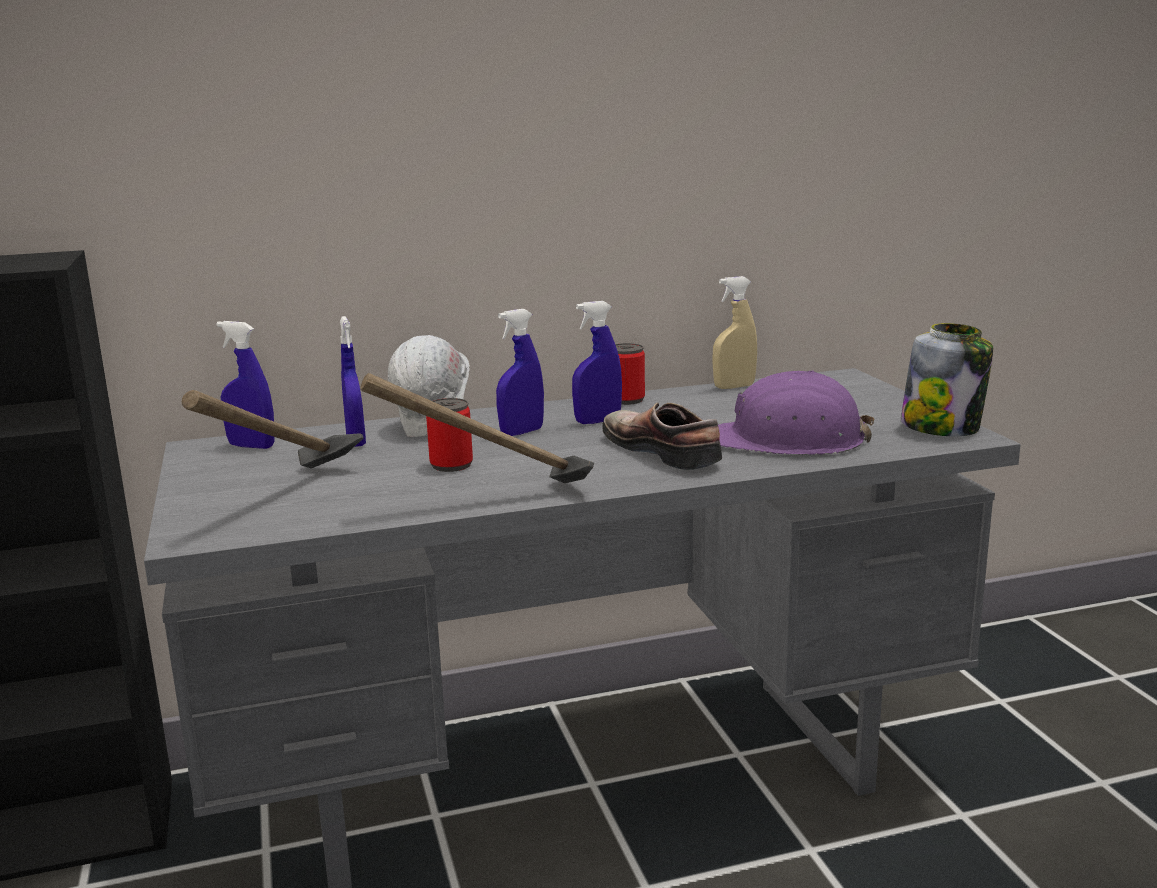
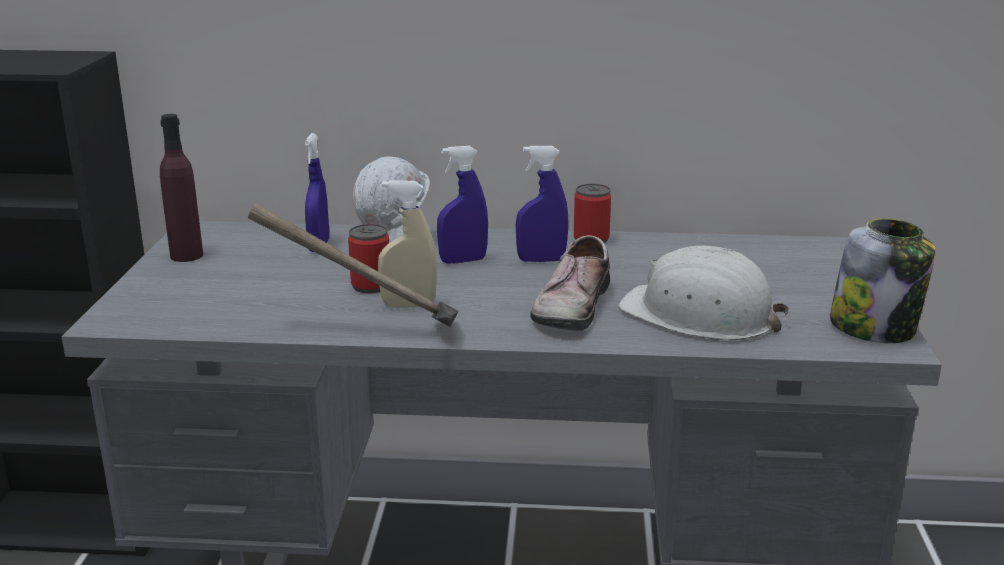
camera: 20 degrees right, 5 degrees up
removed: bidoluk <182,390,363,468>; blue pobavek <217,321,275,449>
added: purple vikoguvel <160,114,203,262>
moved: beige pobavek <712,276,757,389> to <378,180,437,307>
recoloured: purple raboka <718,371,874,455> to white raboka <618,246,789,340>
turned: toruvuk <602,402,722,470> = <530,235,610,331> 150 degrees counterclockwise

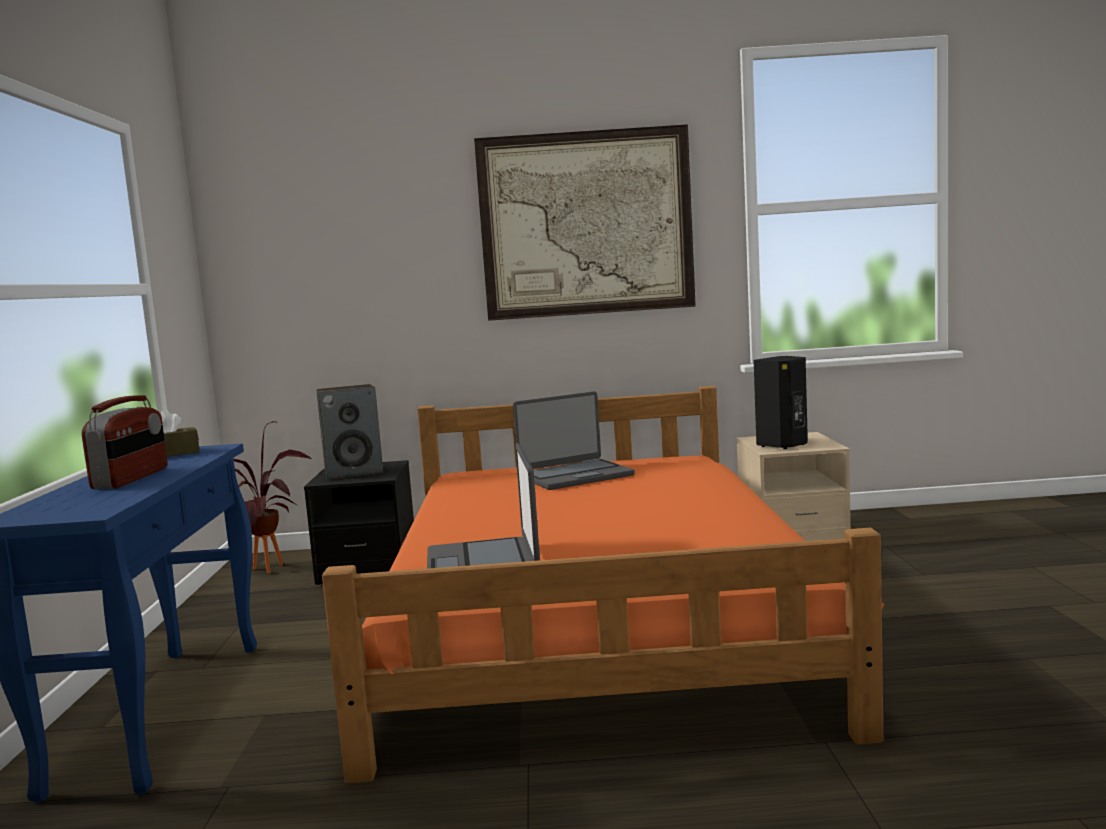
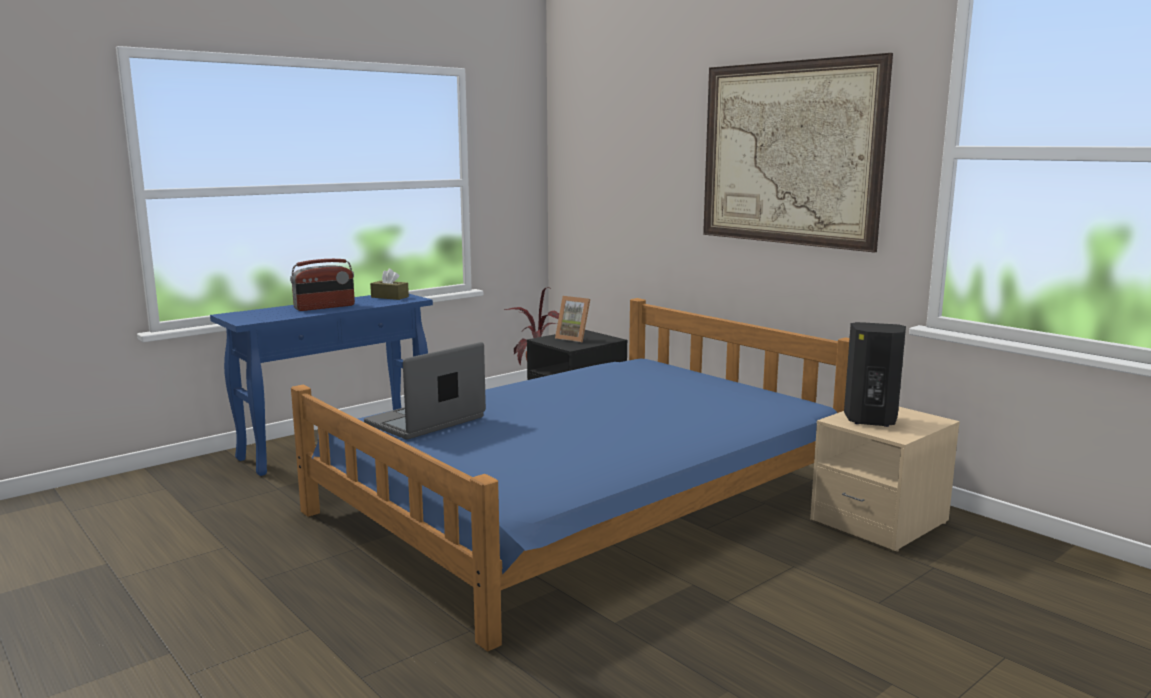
camera: 50 degrees right, 5 degrees up
removed: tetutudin <513,392,635,490>
replaced: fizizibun <316,384,383,480> to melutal <555,296,590,343>
recoloured: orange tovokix <322,386,885,783> to blue tovokix <291,298,849,652>

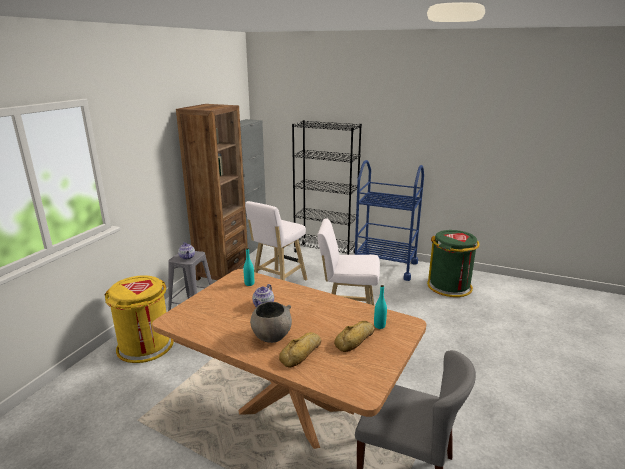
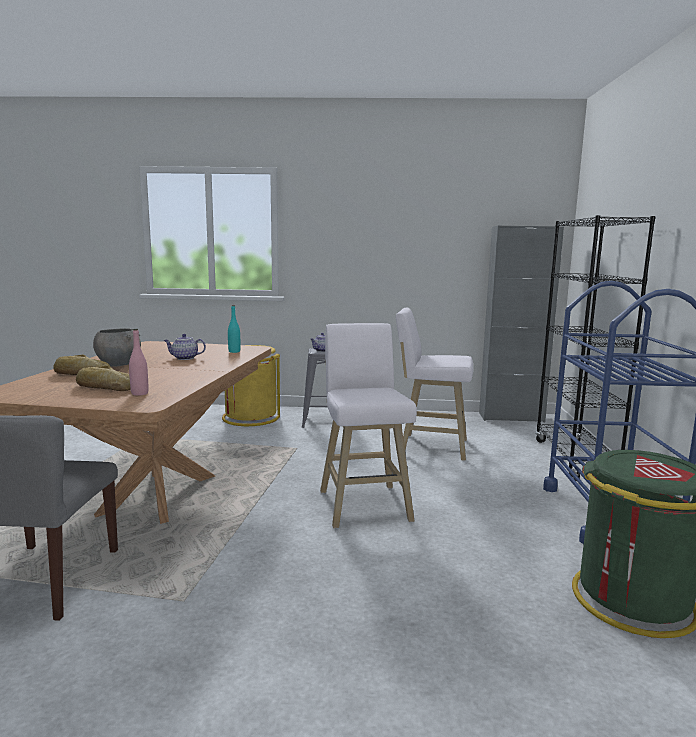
camera: 70 degrees right, 10 degrees down
removed: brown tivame <176,104,248,280>
recoloured: turquoise vikoguvel <374,285,387,329> to pink vikoguvel <129,329,149,396>

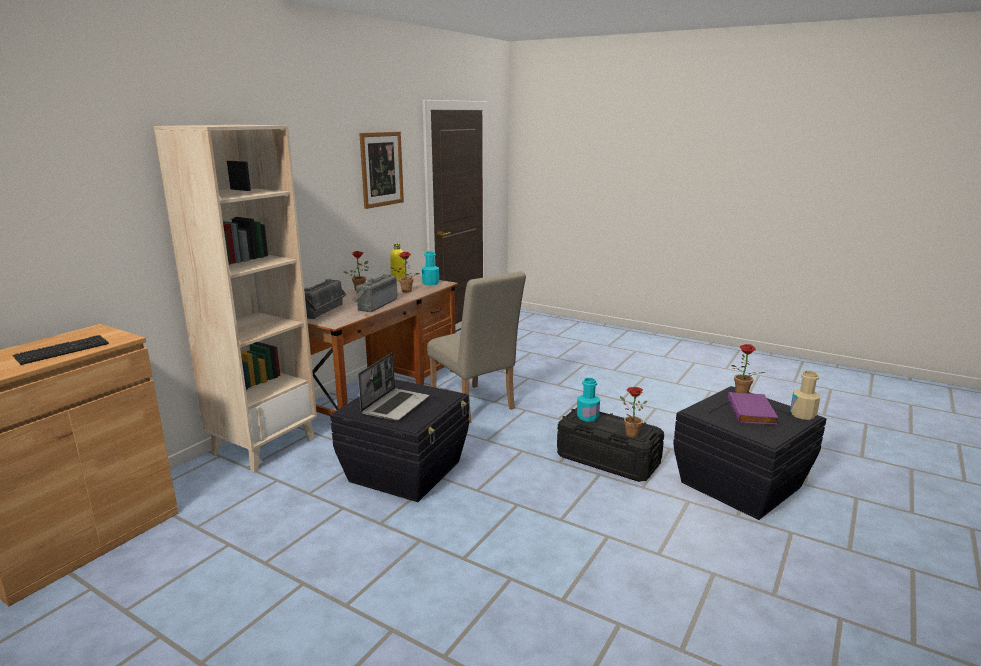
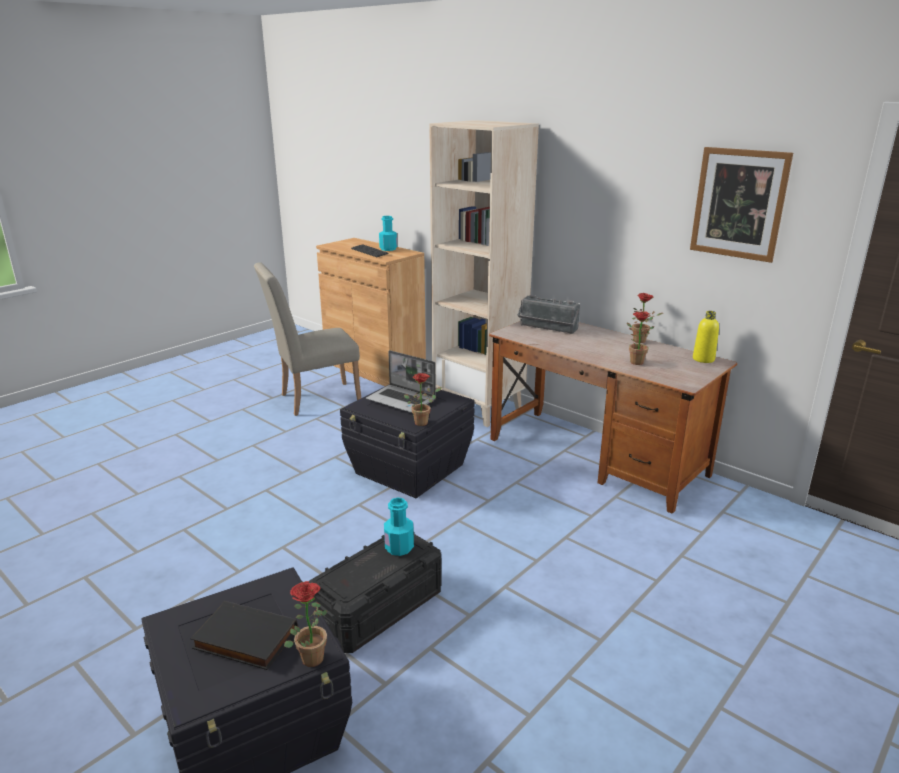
camera: 100 degrees right, 5 degrees up
removed: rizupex <353,274,397,312>; beige vikoguvel <790,370,820,420>
moved: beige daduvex <427,271,526,423> to <254,262,361,416>; turquoise vikoguvel <422,251,439,286> to <379,216,397,251>; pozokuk <620,387,647,438> to <404,373,442,426>
recoloured: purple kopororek <728,392,778,425> to black kopororek <190,601,298,670>

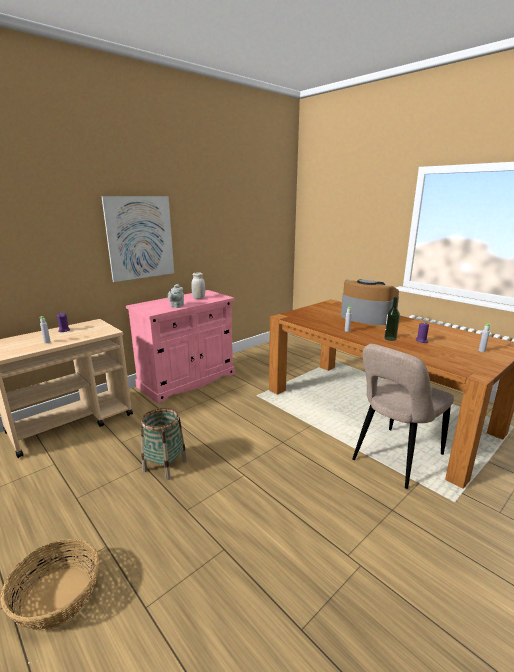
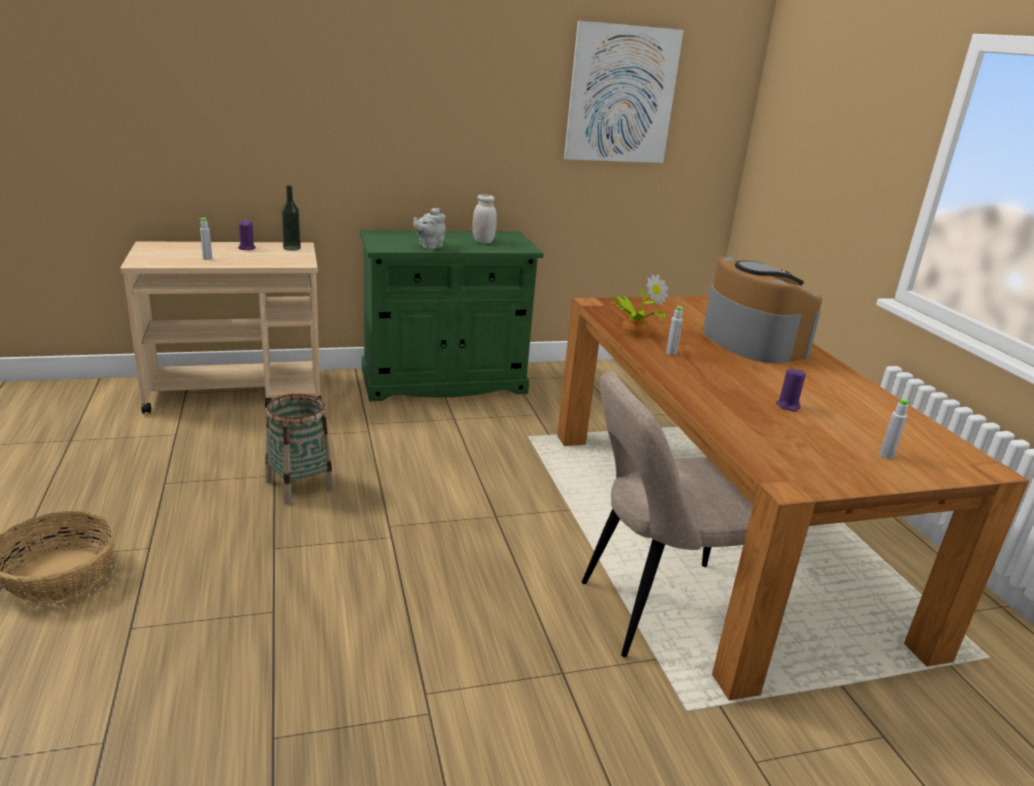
camera: 25 degrees right, 5 degrees up
added: pozokuk <611,274,668,337>
moved: vikoguvel <384,297,400,341> to <281,185,301,251>; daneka <101,196,174,282> to <564,21,684,163>
recoloured: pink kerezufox <126,290,235,403> to green kerezufox <360,230,544,401>

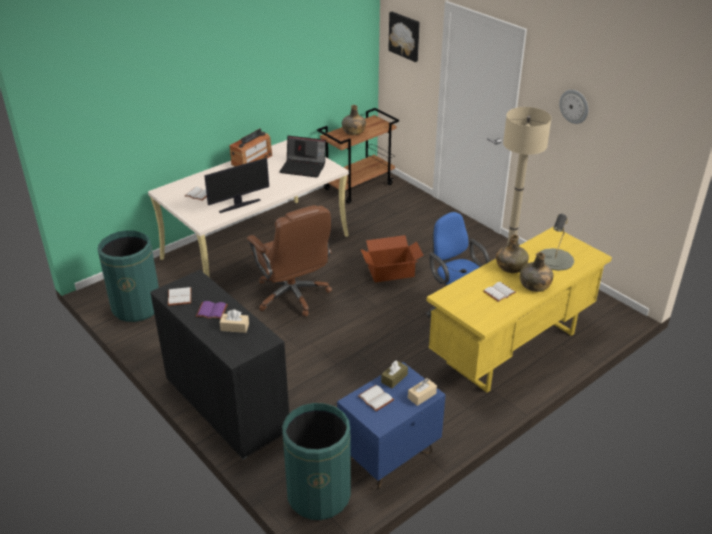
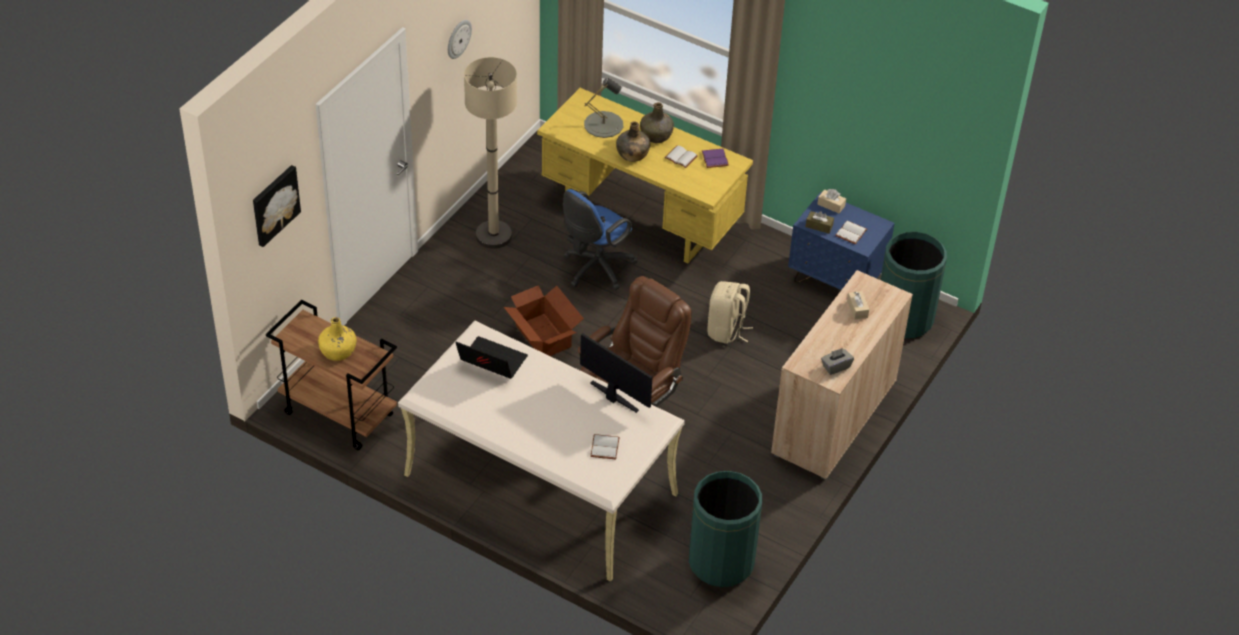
camera: 110 degrees left, 10 degrees up
removed: rizupex <229,129,272,166>
added: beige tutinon <707,281,753,344>
moved: purple kopororek <196,301,228,319> to <702,149,729,168>
replaced: white kopororek <168,287,191,306> to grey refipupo <821,348,854,375>
recoloured: green vikoguvel <342,105,366,135> to yellow vikoguvel <318,317,357,361>; black kerezufox <150,270,289,459> to beige kerezufox <771,270,913,480>
turned: tetutudin <279,136,326,178> = <455,336,528,379> 60 degrees counterclockwise

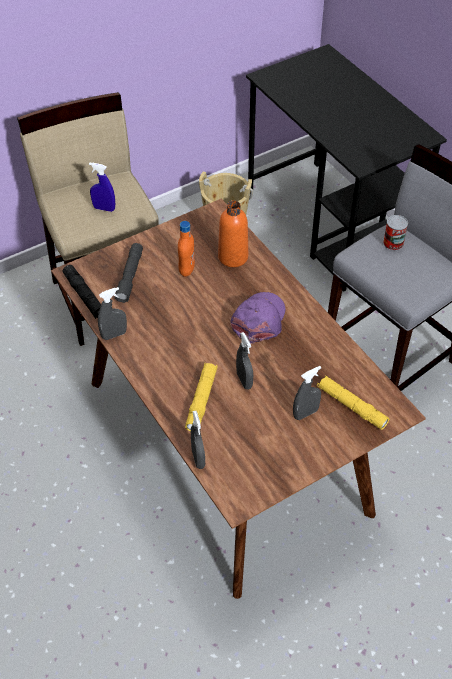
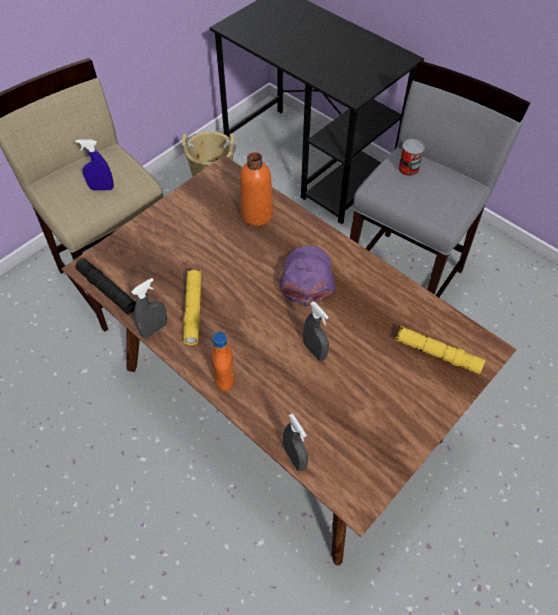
camera: 15 degrees left, 5 degrees up
removed: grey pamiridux <115,243,143,303>; grey pobavek <293,366,321,420>
moved: yellow pamiridux <185,363,218,432> to <183,270,202,345>; orange vikoguvel <178,221,195,277> to <212,332,235,392>

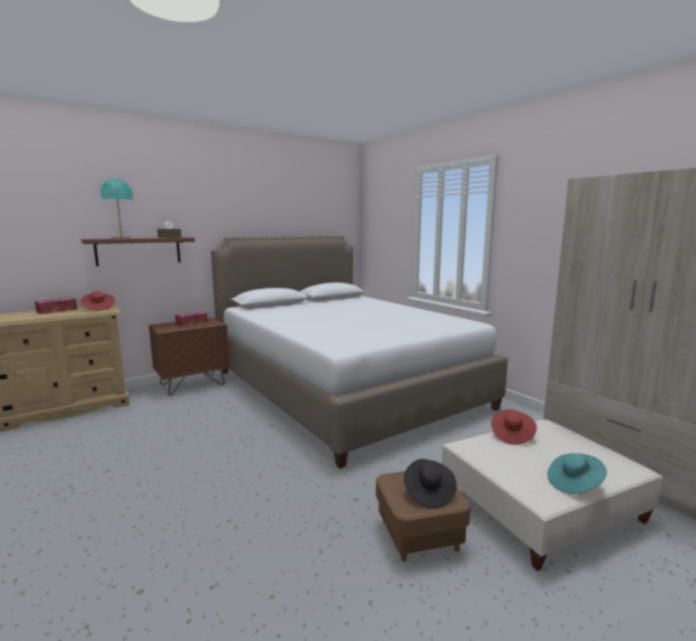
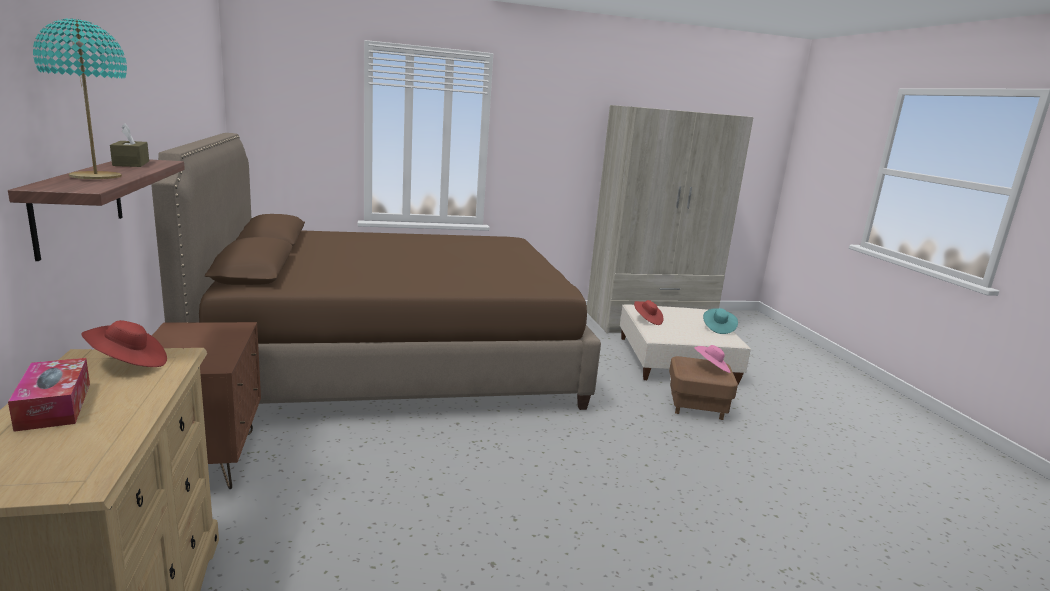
camera: 70 degrees left, 5 degrees up
removed: refipupo <175,311,208,326>
recoloured: white tovokix <211,235,508,468> to brown tovokix <151,133,601,410>; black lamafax <404,459,457,509> to pink lamafax <694,345,731,373>

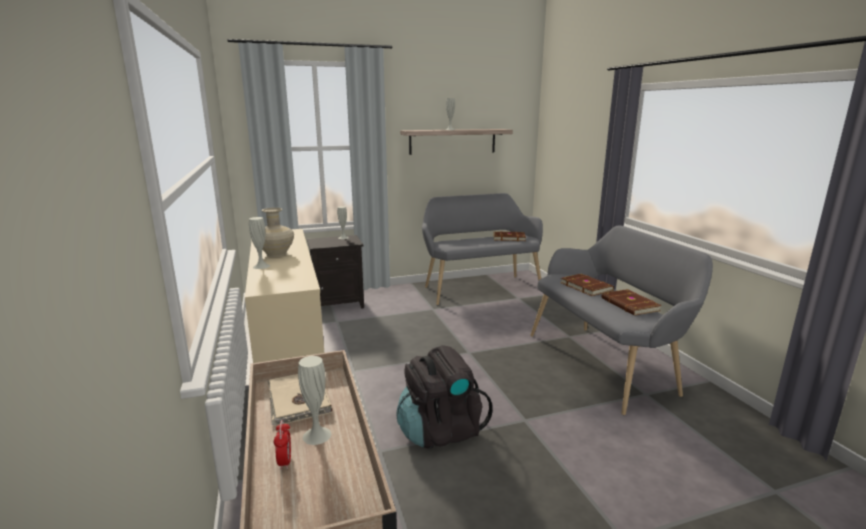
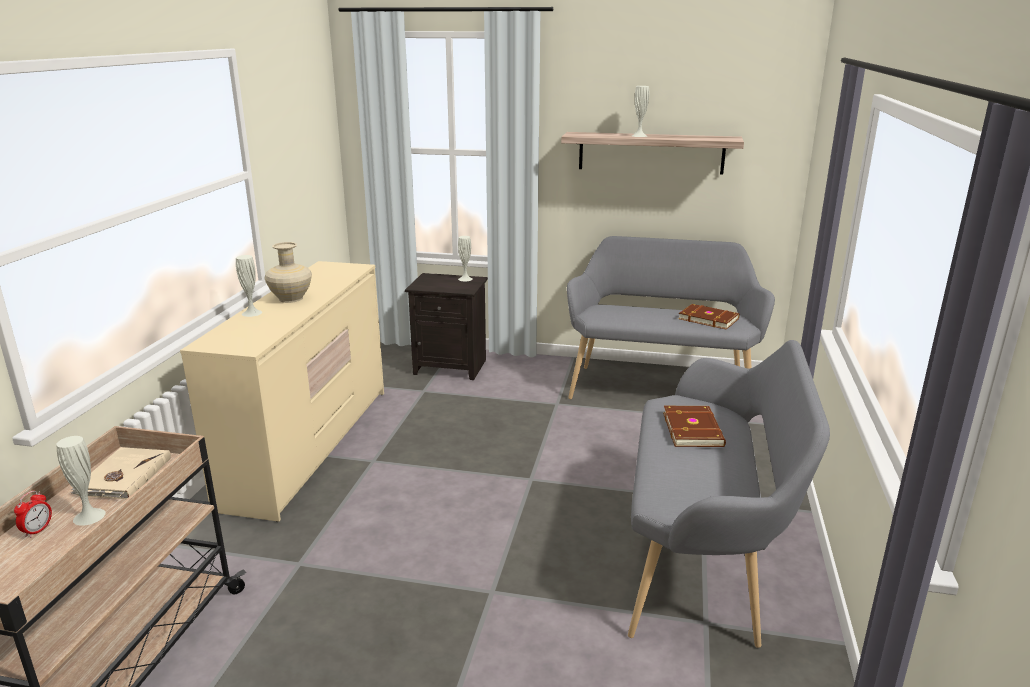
camera: 30 degrees right, 5 degrees up
removed: black tutinon <396,345,493,449>; brown kopororek <601,289,662,316>

